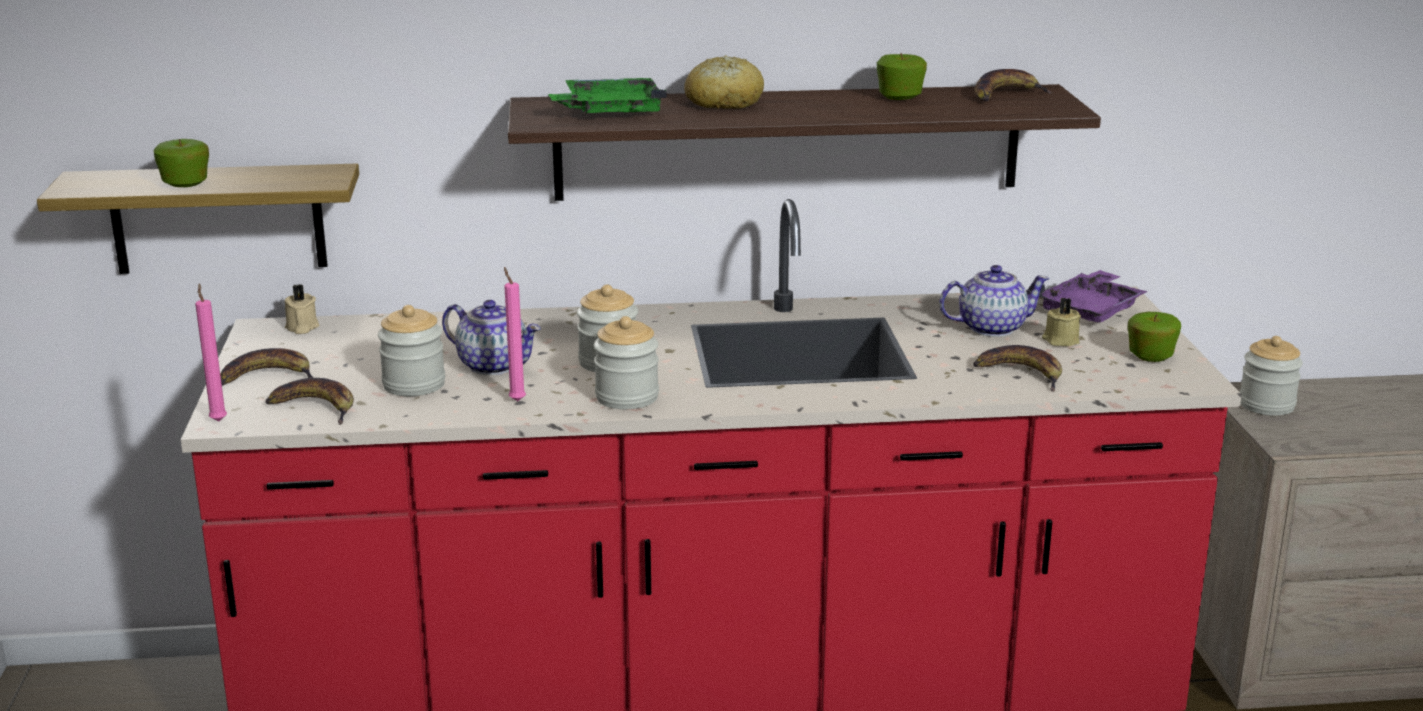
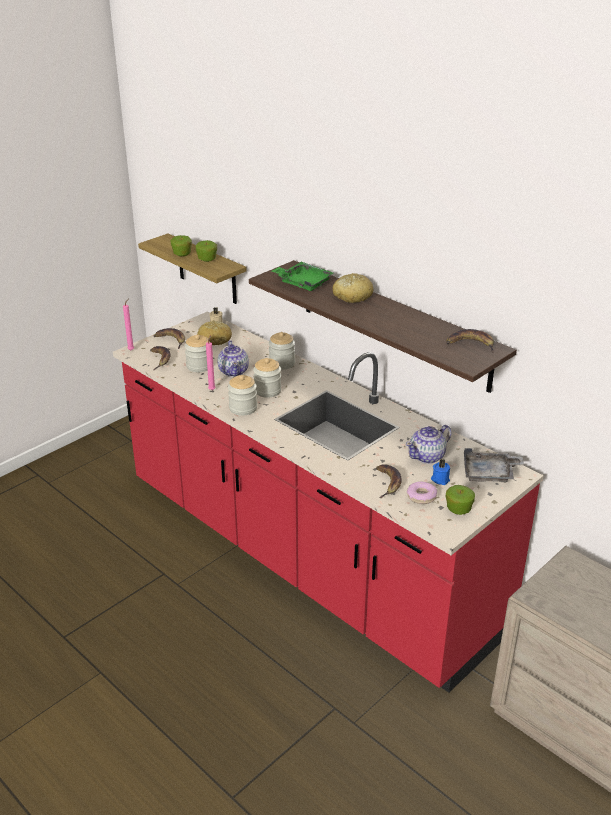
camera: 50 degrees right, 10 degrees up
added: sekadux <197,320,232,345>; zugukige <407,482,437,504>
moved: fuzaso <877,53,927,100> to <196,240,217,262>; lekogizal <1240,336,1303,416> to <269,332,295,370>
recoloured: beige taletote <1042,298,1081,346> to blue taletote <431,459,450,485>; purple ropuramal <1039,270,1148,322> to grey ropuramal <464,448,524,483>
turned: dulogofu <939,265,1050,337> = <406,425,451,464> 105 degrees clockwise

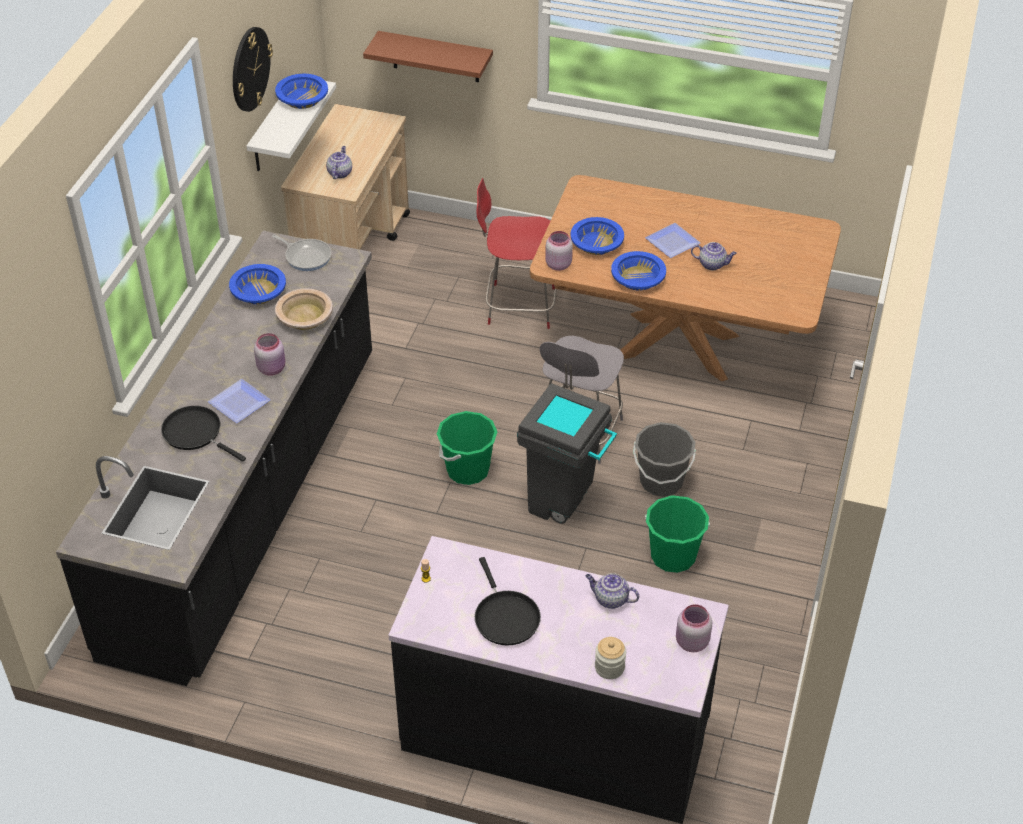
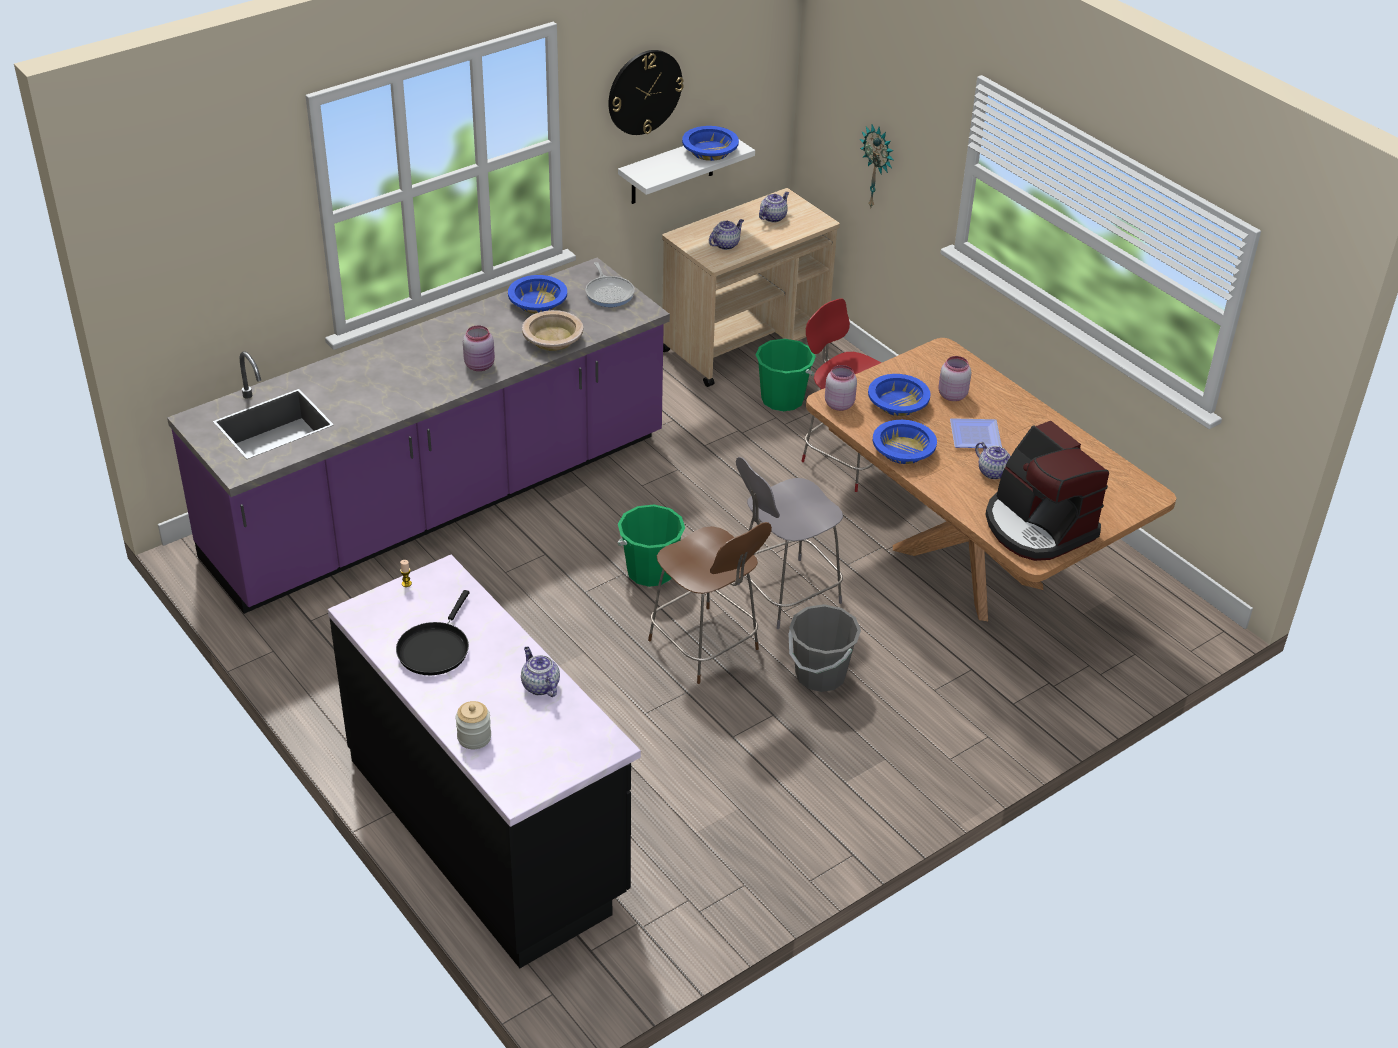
camera: 35 degrees right, 5 degrees down
removed: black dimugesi <161,406,246,462>; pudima <208,379,271,423>
added: dulogofu <759,192,789,222>; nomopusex <985,421,1109,561>
moved: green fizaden <645,495,710,573> to <756,339,816,411>; pink lekogizal <676,604,712,652> to <938,356,972,401>
replaced: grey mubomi <517,383,617,524> to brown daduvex <648,522,772,684>; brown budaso <363,31,493,82> to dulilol <860,124,894,207>
recoloured: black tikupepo <56,231,372,686> to purple tikupepo <167,258,670,614>

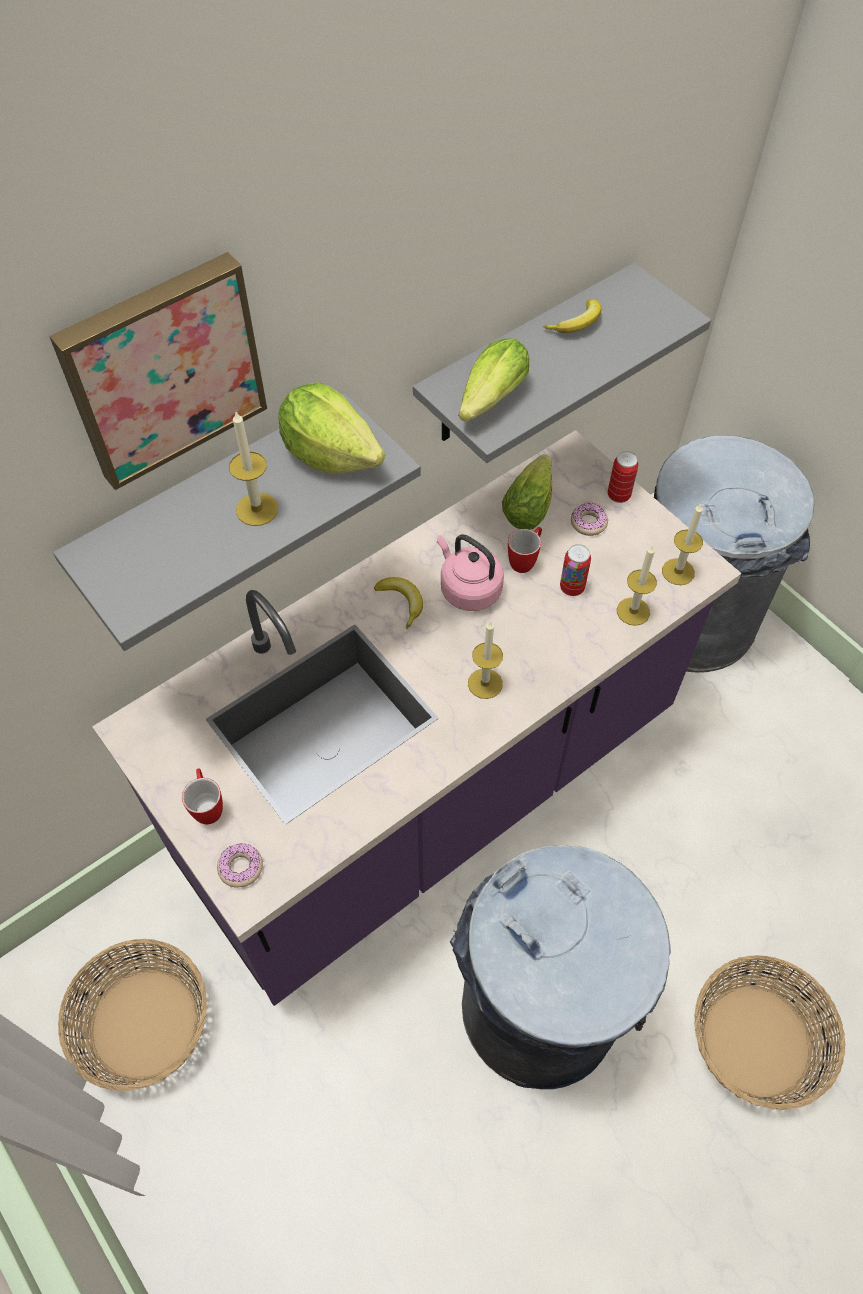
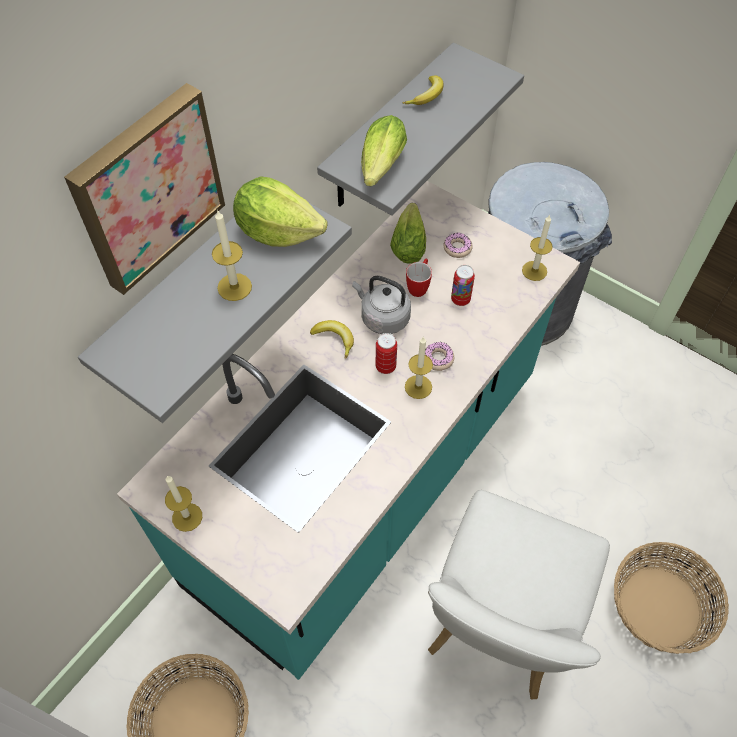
camera: 15 degrees left, 0 degrees up
removed: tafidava <182,769,223,824>
moved: taletote <617,545,657,626> to <165,476,202,532>; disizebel <608,451,639,503> to <376,333,397,374>; zugukige <217,844,263,887> to <425,342,454,371>
replaced: grey mubomi <450,845,671,1089> to white daduvex <428,490,610,699>
recoloured: purple tikupepo <92,430,742,1006> to turquoise tikupepo <117,181,580,680>; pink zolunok <437,535,504,611> to grey zolunok <352,276,411,334>

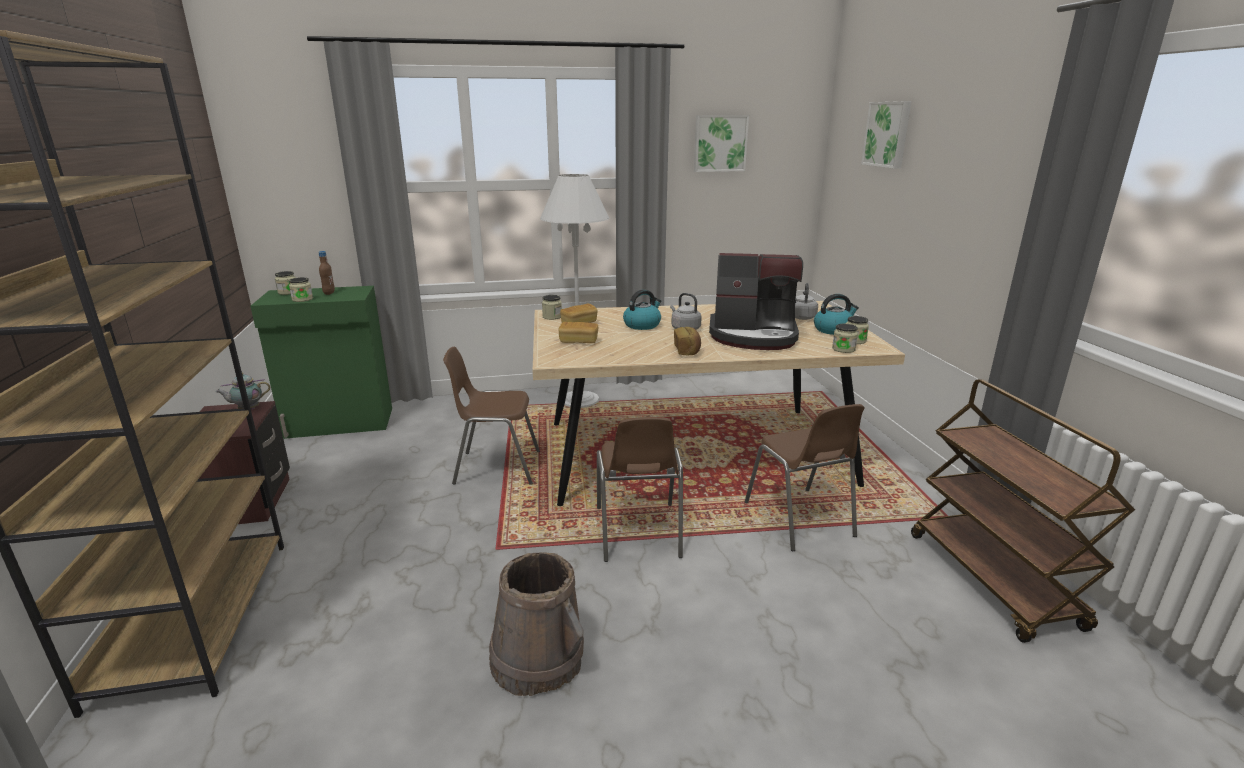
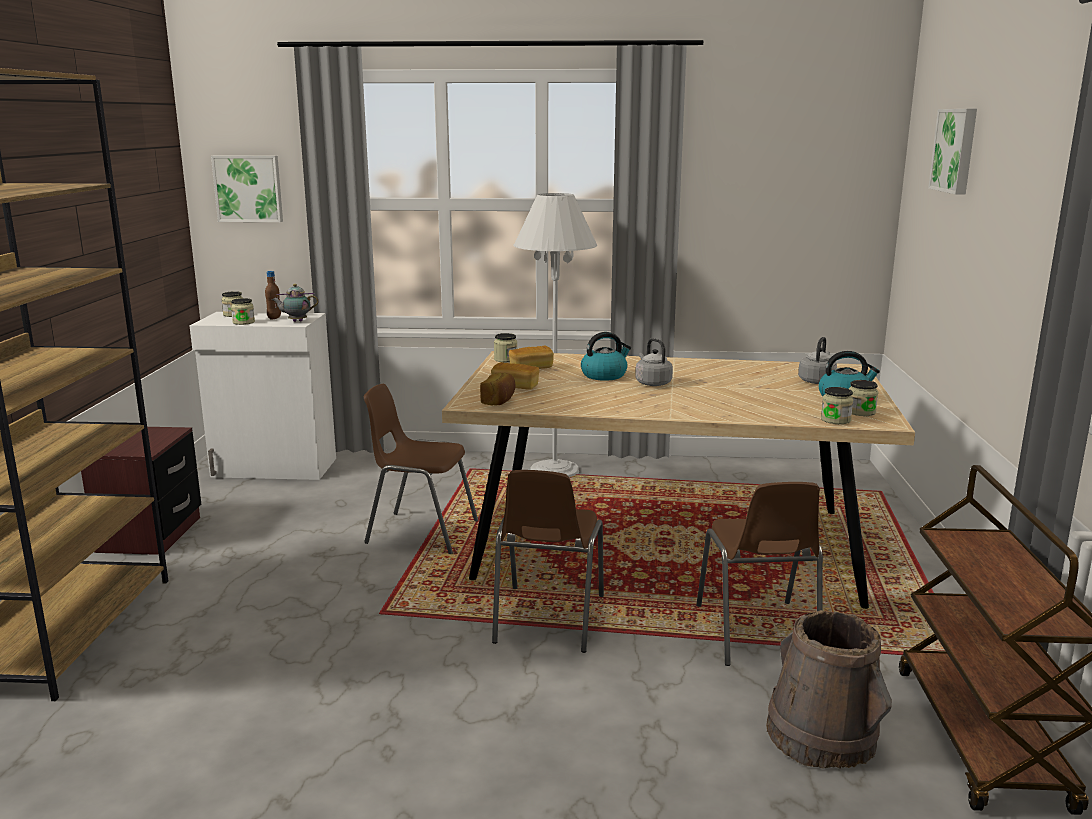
camera: 15 degrees right, 5 degrees down
removed: nomopusex <709,253,803,350>
moved: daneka <694,115,749,172> to <211,155,283,222>; dulogofu <216,373,270,409> to <272,284,319,322>; sekadux <674,327,701,356> to <480,373,516,405>; brown fizaden <489,552,584,696> to <766,610,892,769>
recoloured: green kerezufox <250,286,392,439> to white kerezufox <189,312,336,480>

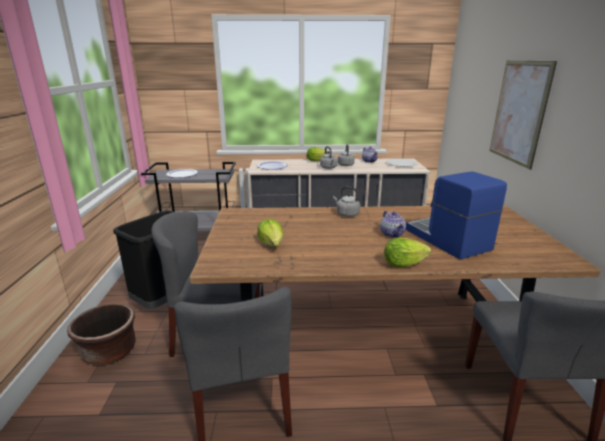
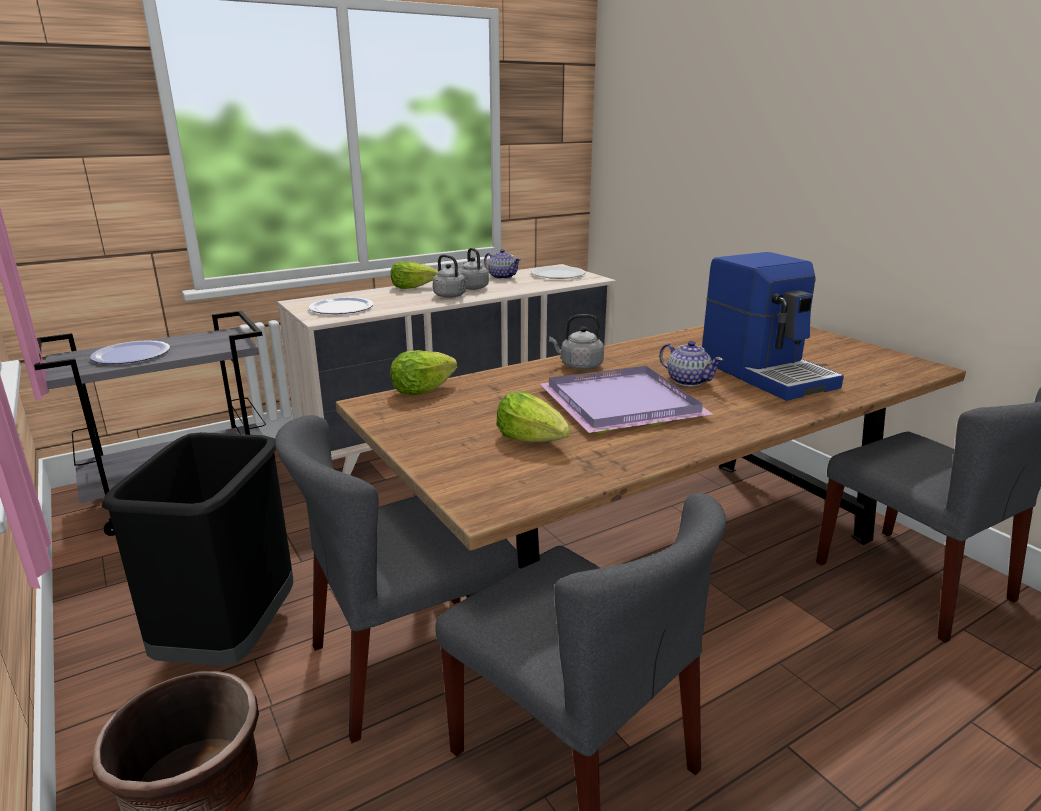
camera: 30 degrees left, 0 degrees up
removed: daneka <489,61,557,170>
added: purple ropuramal <540,366,713,434>
moved: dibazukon <384,238,431,267> to <390,350,458,396>
turned: nomopusex <406,171,507,260> = <702,252,844,401> 150 degrees counterclockwise

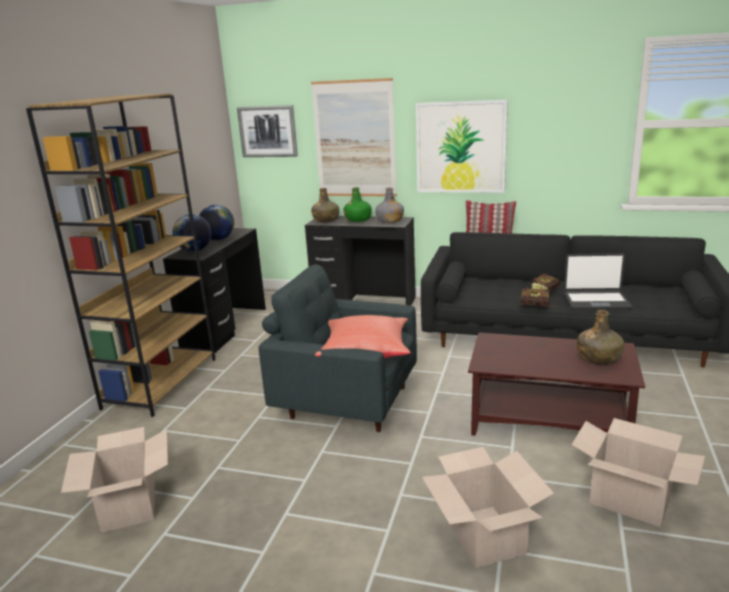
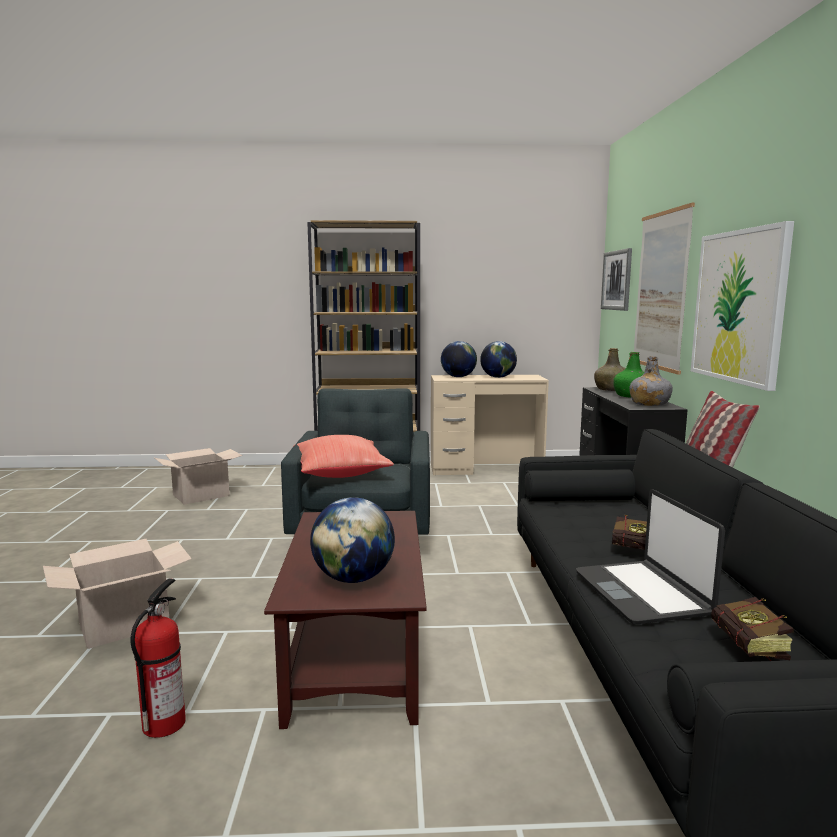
camera: 70 degrees right, 10 degrees down
moved: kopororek <521,287,556,307> to <711,597,794,661>
replaced: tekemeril <572,418,705,527> to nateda <130,578,186,738>; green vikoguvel <577,310,624,365> to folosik <310,497,395,583>
recoloured: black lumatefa <163,228,266,353> to beige lumatefa <431,375,549,475>

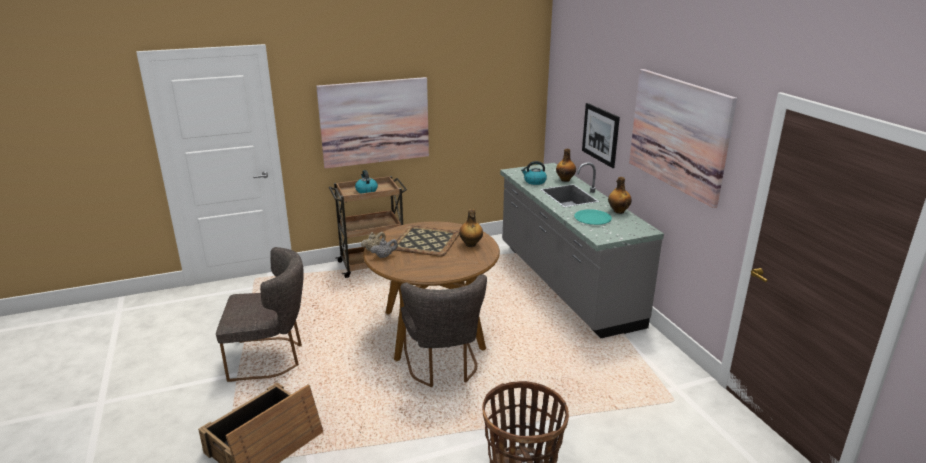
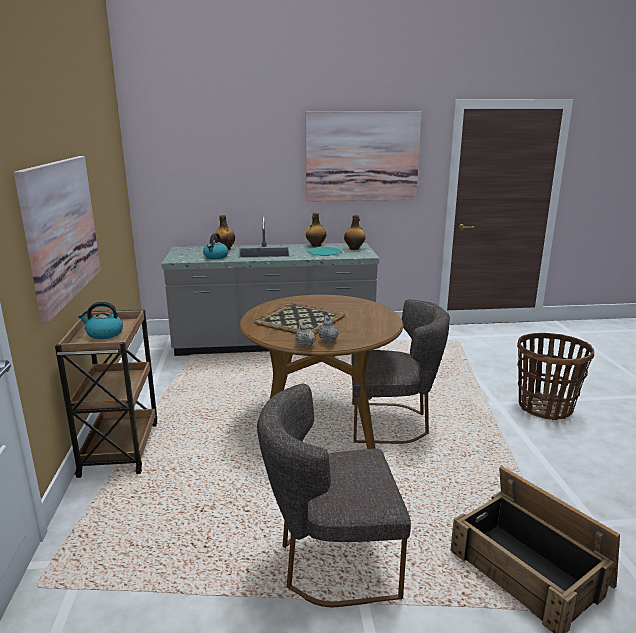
camera: 75 degrees left, 5 degrees down
removed: daneka <582,103,620,168>
moved: vikoguvel <459,209,483,247> to <344,215,366,250>
turned: grey daduvex <216,247,304,382> = <257,383,411,607> 105 degrees counterclockwise

